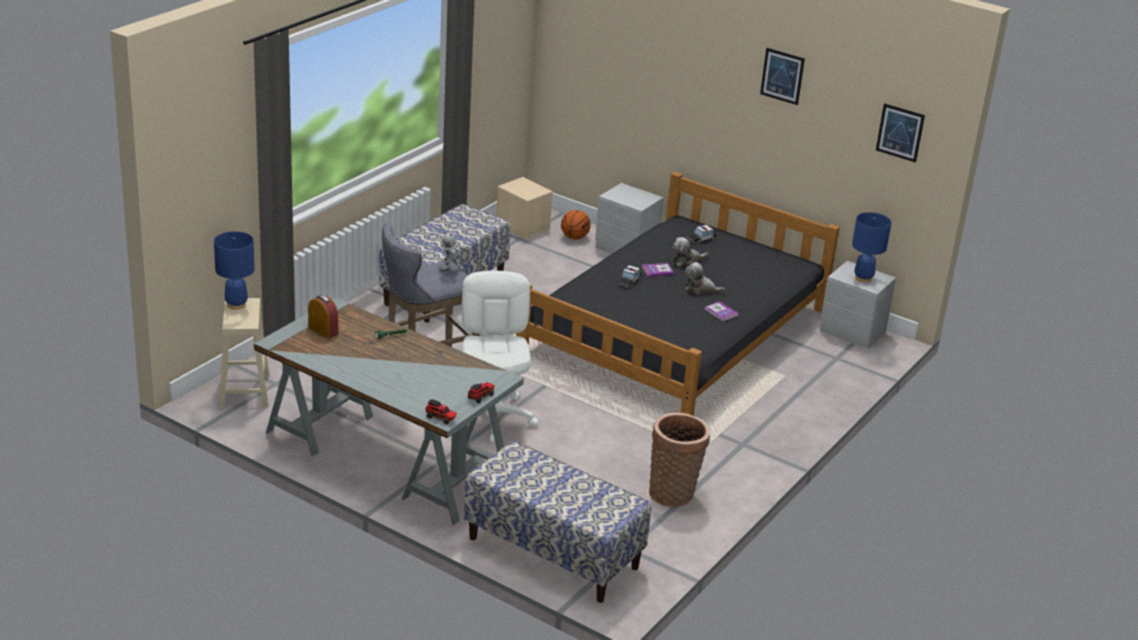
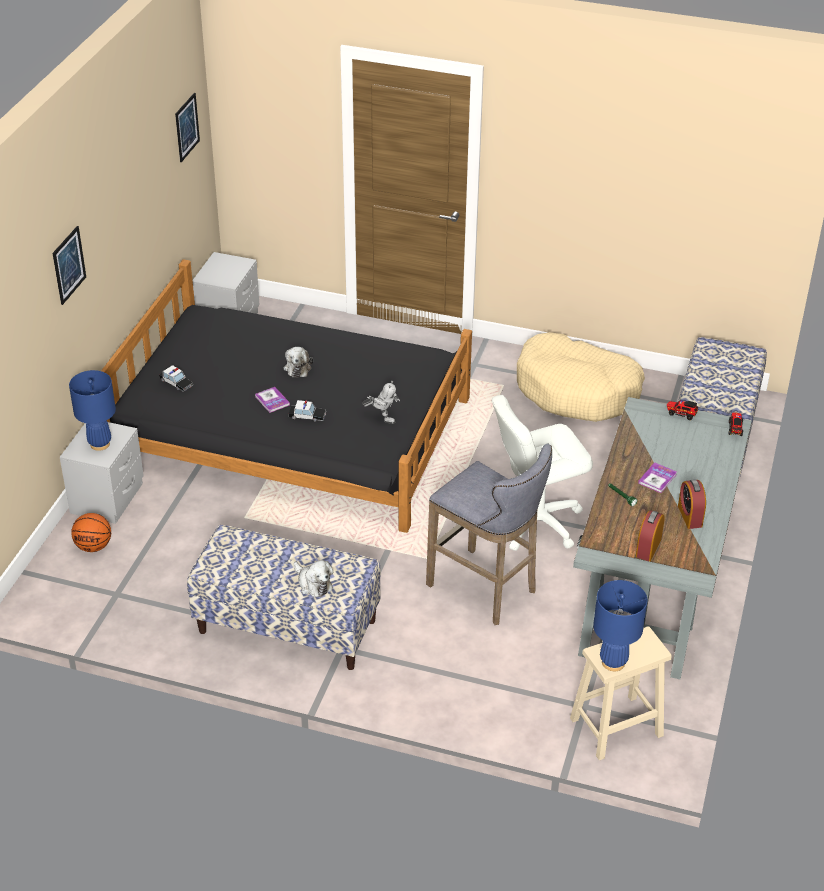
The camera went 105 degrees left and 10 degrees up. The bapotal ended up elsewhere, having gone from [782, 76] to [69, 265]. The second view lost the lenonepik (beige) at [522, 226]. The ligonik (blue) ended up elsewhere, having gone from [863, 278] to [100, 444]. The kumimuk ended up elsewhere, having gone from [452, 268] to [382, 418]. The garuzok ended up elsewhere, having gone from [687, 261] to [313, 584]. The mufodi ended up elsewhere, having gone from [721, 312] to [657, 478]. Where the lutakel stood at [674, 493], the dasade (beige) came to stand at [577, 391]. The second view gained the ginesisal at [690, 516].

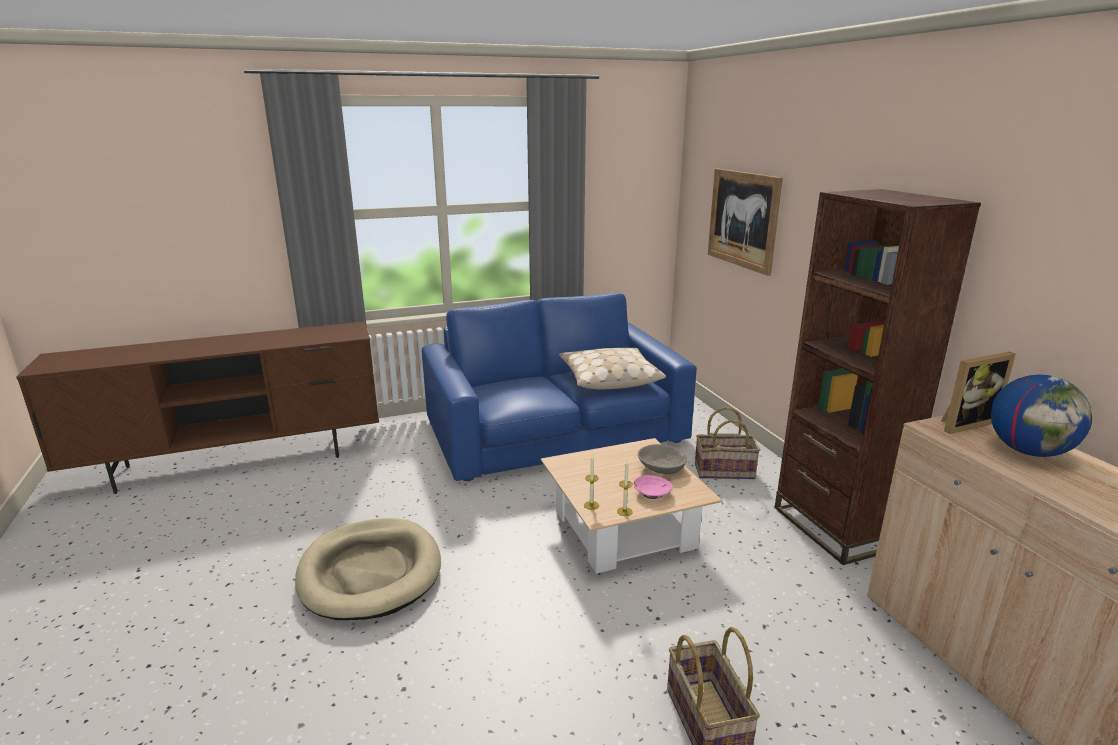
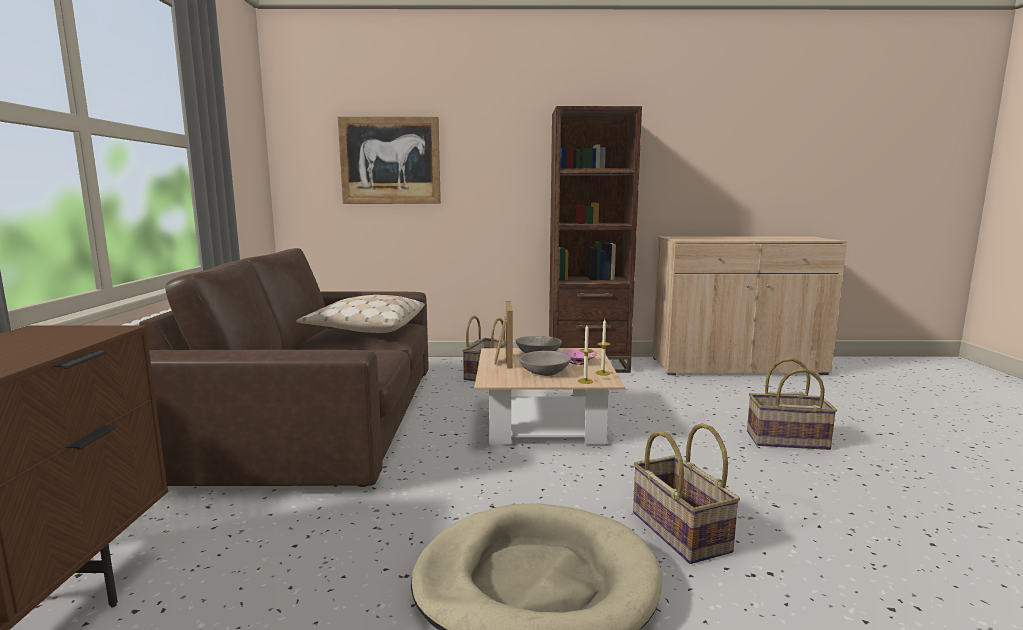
The camera went 70 degrees left and 10 degrees down. What was the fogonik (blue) at [555, 432] turned into the fogonik (brown) at [321, 419]. The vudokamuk ended up elsewhere, having gone from [963, 423] to [503, 361]. The second view lost the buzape at [1029, 451]. The second view gained the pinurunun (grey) at [545, 372]. The second view gained the lutakel at [678, 532].

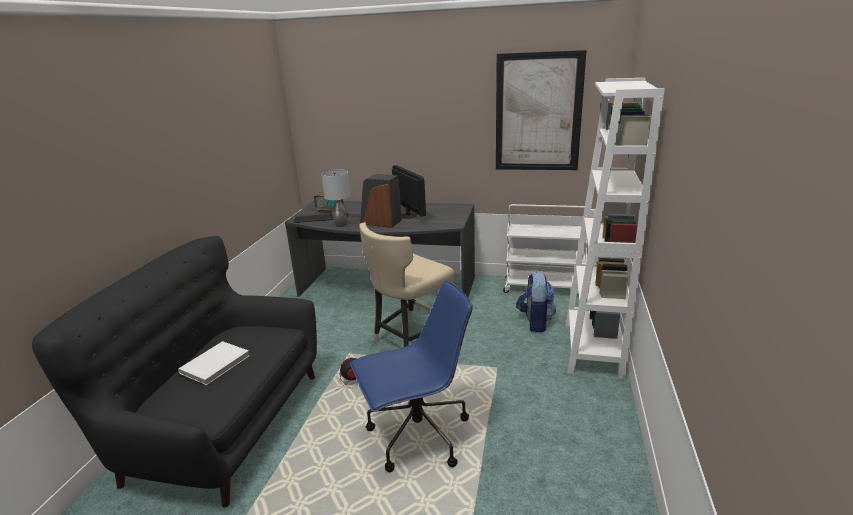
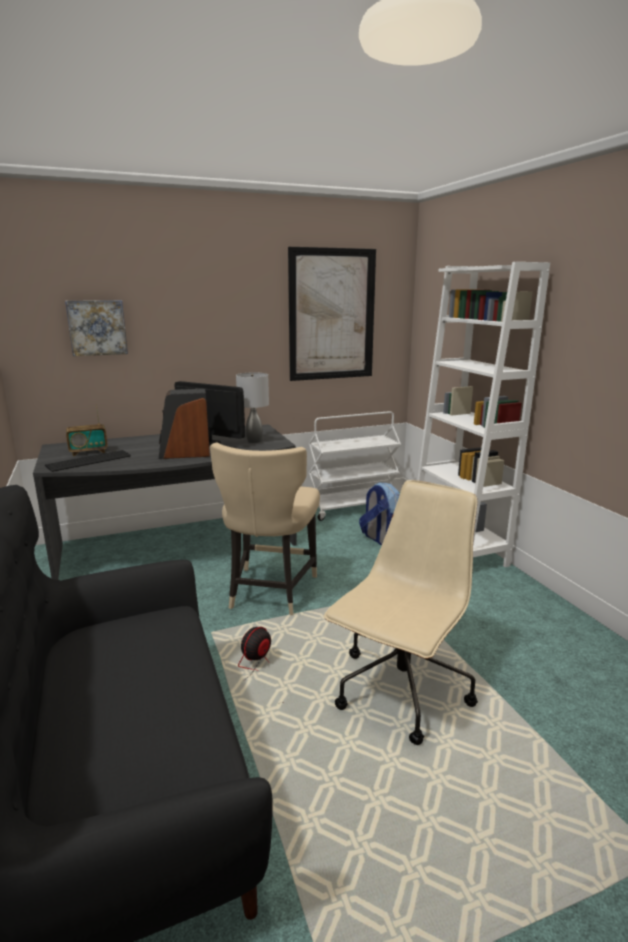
The camera went 35 degrees left and 5 degrees down. The ligonik (grey) ended up elsewhere, having gone from [341, 225] to [254, 440]. What was the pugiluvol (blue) at [417, 437] turned into the pugiluvol (beige) at [401, 692]. The second view lost the mufodi (white) at [216, 364]. The second view gained the bapotal at [97, 327].

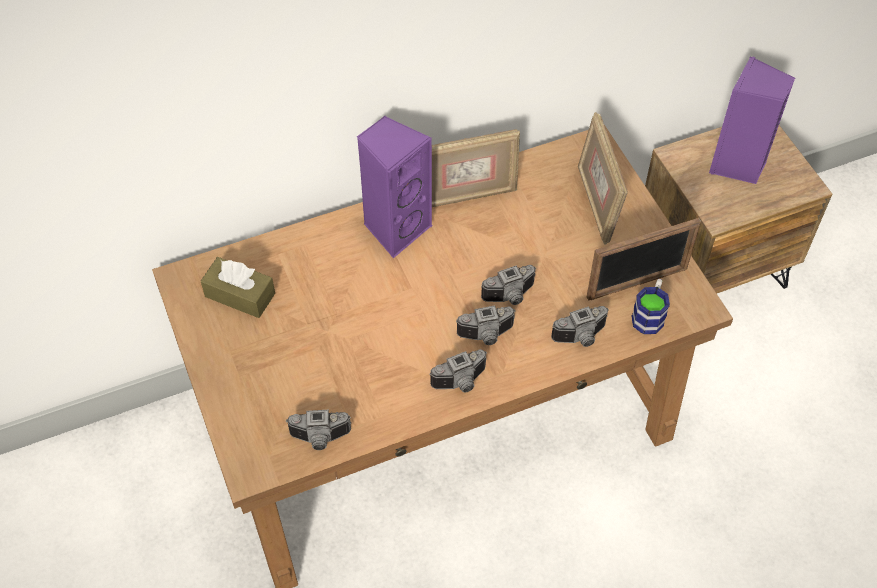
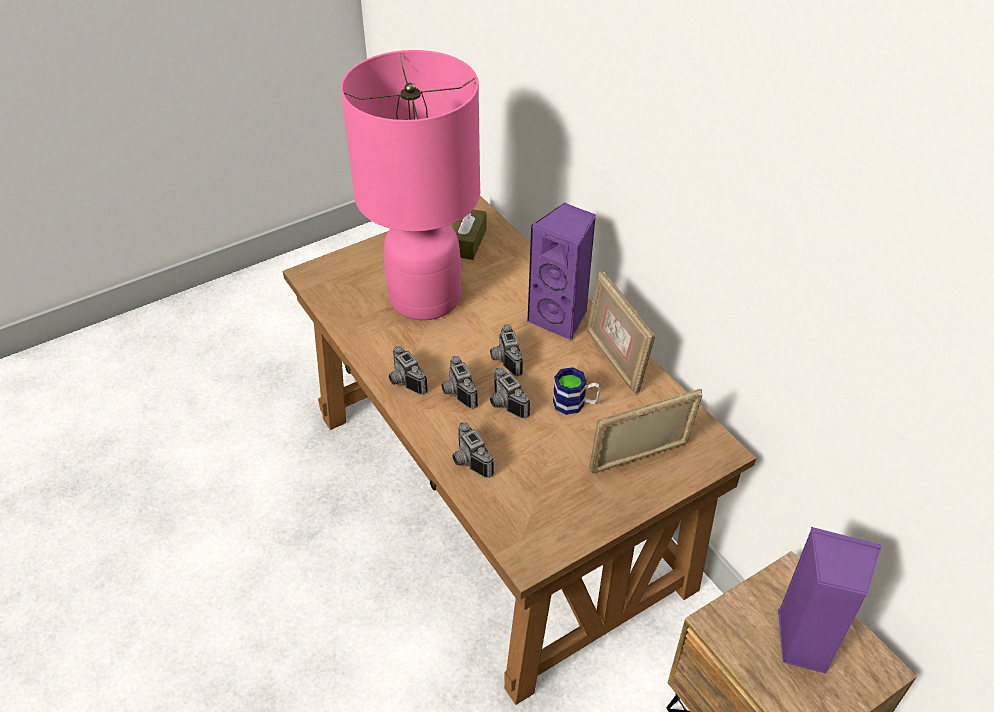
The camera went 80 degrees right and 10 degrees down. The second view lost the vudokamuk at [637, 283]. The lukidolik ended up elsewhere, having gone from [649, 315] to [575, 404]. The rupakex ended up elsewhere, having gone from [320, 439] to [504, 359]. The second view gained the ligonik (pink) at [425, 297].

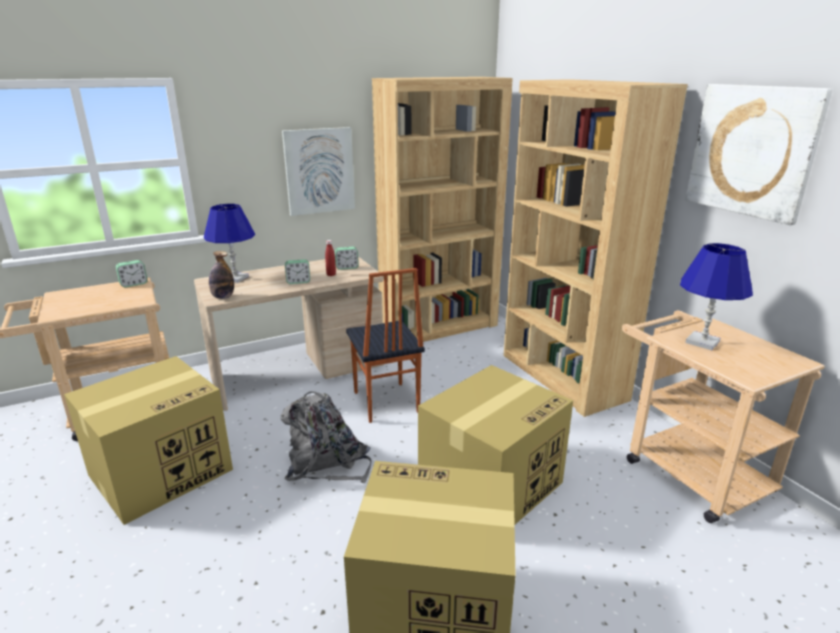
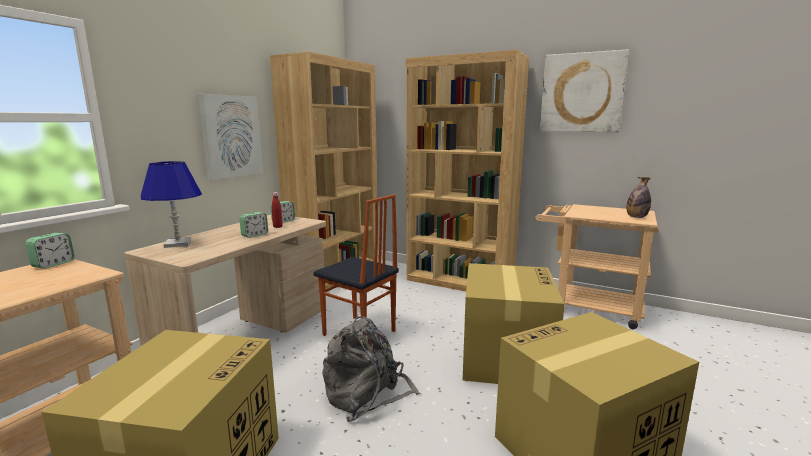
The camera went 35 degrees left and 10 degrees down. The second view lost the ligonik (blue) at [702, 342]. The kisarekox ended up elsewhere, having gone from [223, 297] to [636, 217].

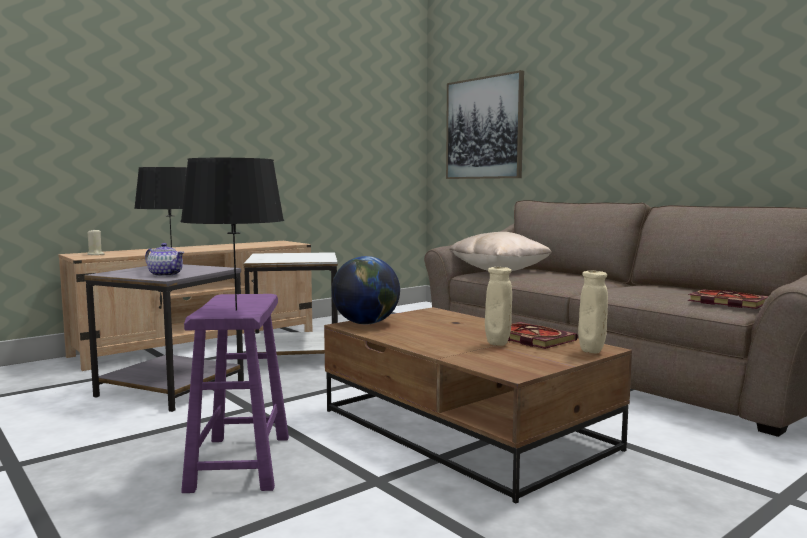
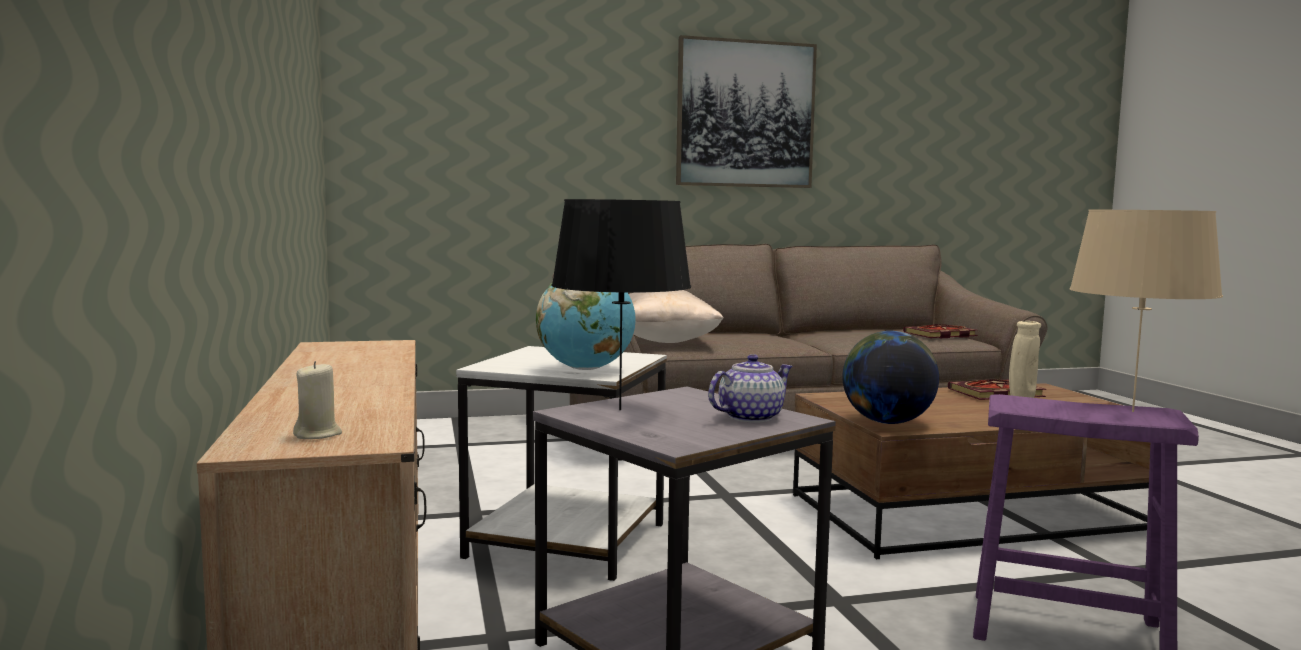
The camera went 65 degrees left and 0 degrees up. The bapotal ended up elsewhere, having gone from [484, 128] to [745, 114]. What was the ligonik (black) at [236, 310] turned into the ligonik (beige) at [1132, 411]. The second view lost the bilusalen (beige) at [591, 352]. The second view gained the buzape at [586, 369].

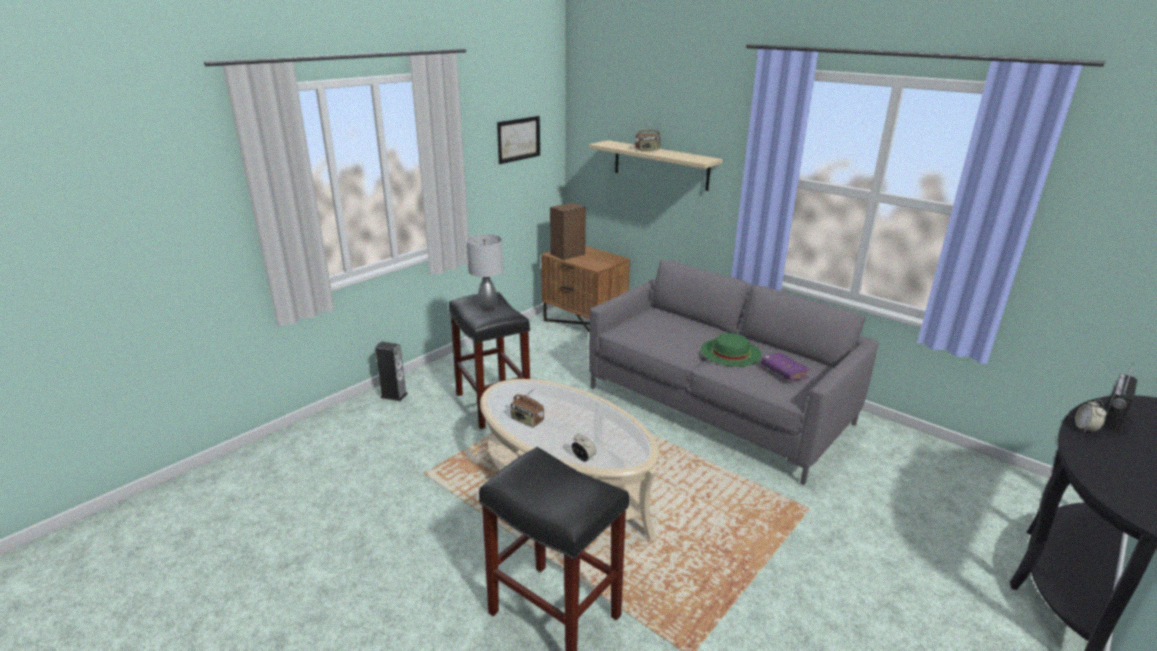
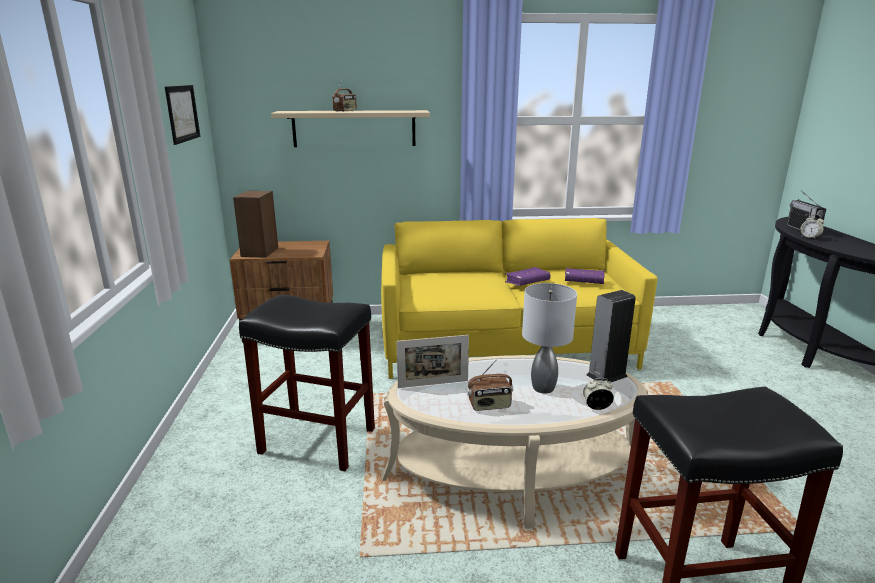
The camera went 45 degrees left and 5 degrees down. The ligonik (grey) ended up elsewhere, having gone from [488, 308] to [543, 387]. What was the fogonik (grey) at [717, 406] turned into the fogonik (yellow) at [505, 345]. Where the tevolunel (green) stood at [731, 352], the mufodi (purple) came to stand at [527, 282]. The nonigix ended up elsewhere, having gone from [394, 395] to [606, 375]. The second view gained the vudokamuk at [433, 384].

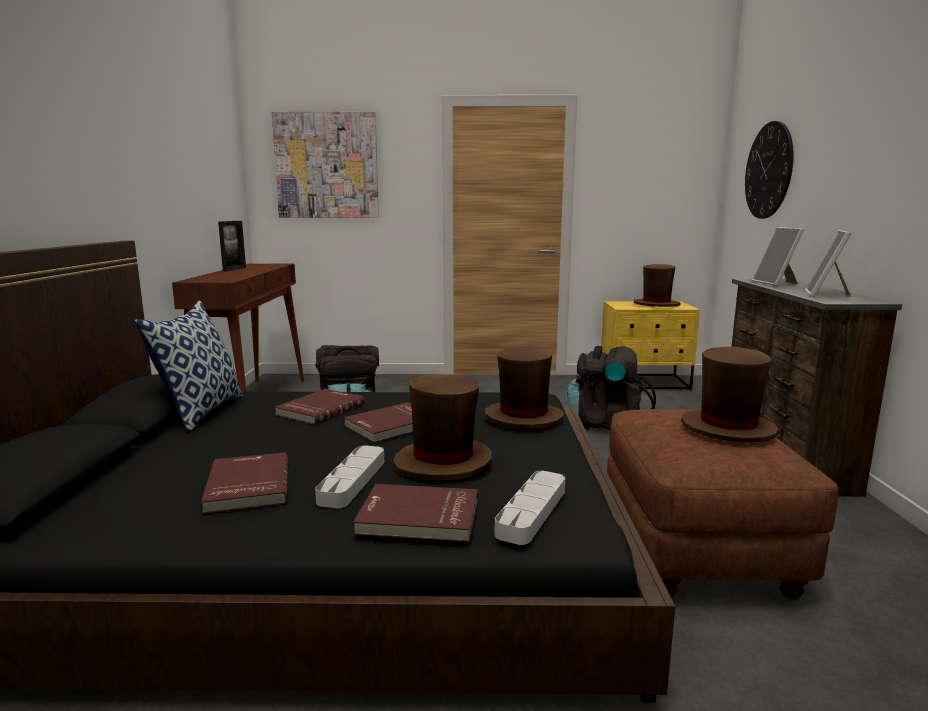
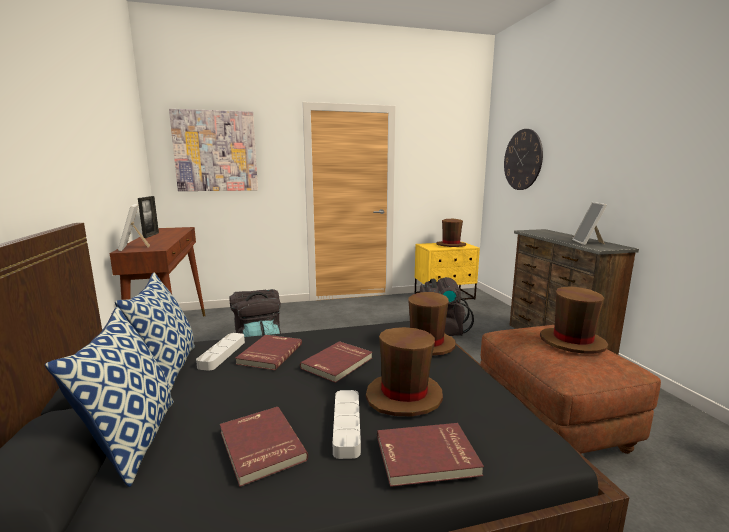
The camera went 15 degrees left and 0 degrees up. The vudokamuk ended up elsewhere, having gone from [776, 283] to [134, 247]. The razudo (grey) ended up elsewhere, having gone from [532, 511] to [222, 354]. The second view gained the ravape at [132, 440].

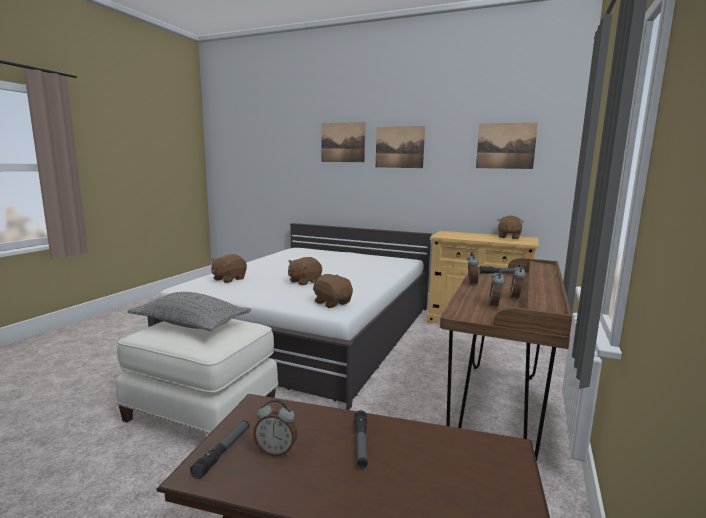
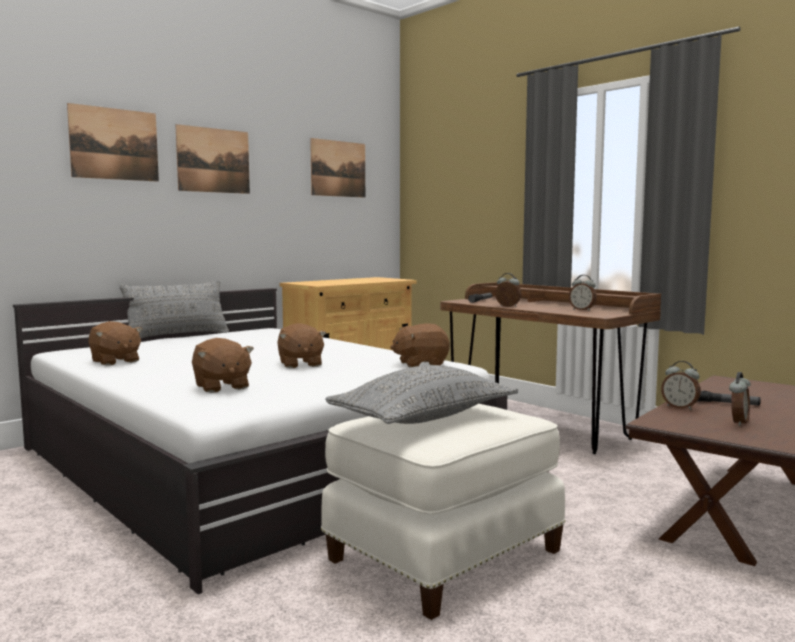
The camera went 65 degrees left and 5 degrees down. The garuzok (brown) ended up elsewhere, having gone from [508, 237] to [115, 361]. The ginesisal ended up elsewhere, having gone from [516, 298] to [680, 407]. The second view lost the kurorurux at [223, 452]. The second view gained the ravape (grey) at [177, 336].

